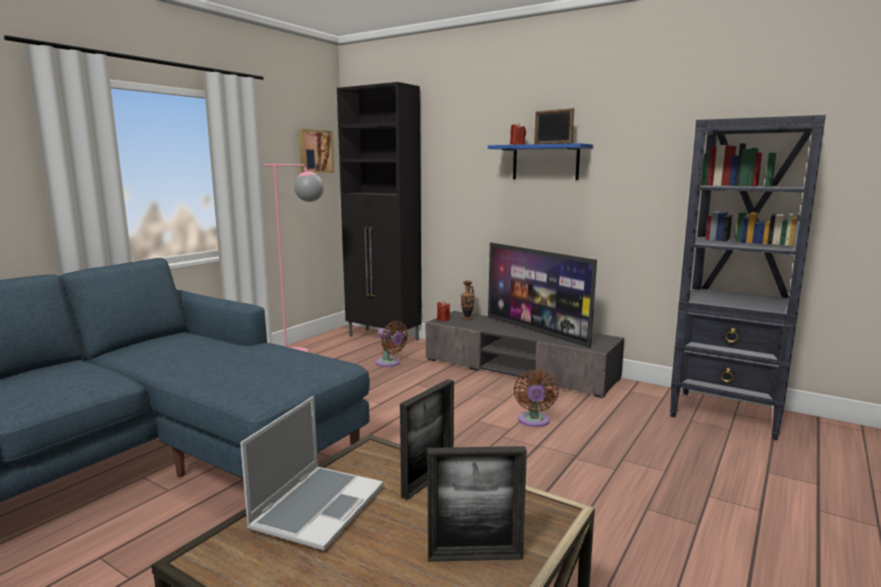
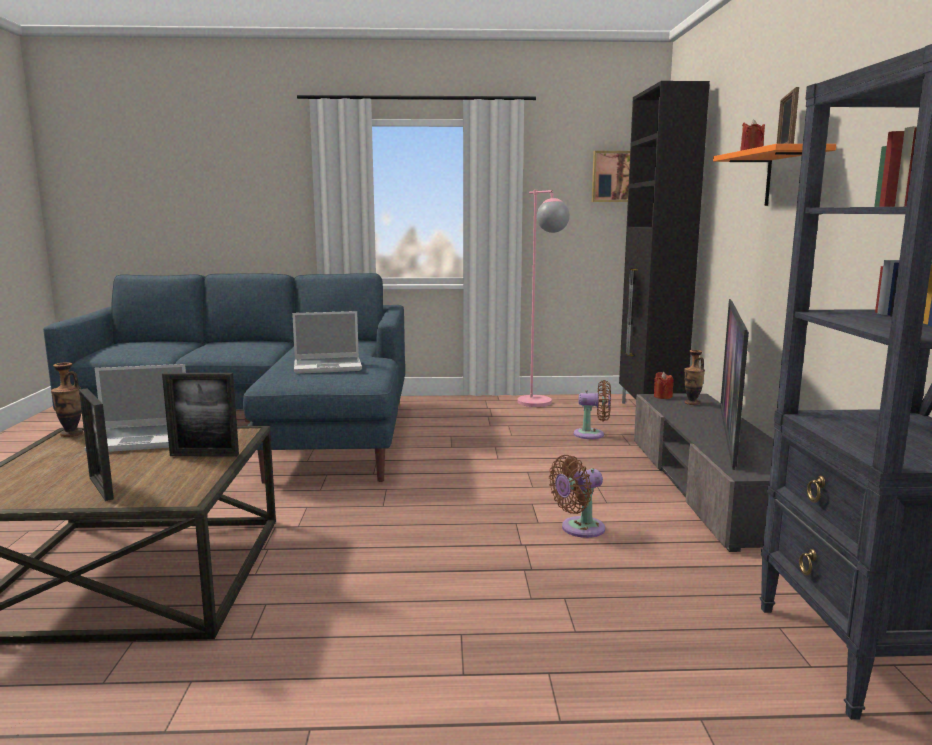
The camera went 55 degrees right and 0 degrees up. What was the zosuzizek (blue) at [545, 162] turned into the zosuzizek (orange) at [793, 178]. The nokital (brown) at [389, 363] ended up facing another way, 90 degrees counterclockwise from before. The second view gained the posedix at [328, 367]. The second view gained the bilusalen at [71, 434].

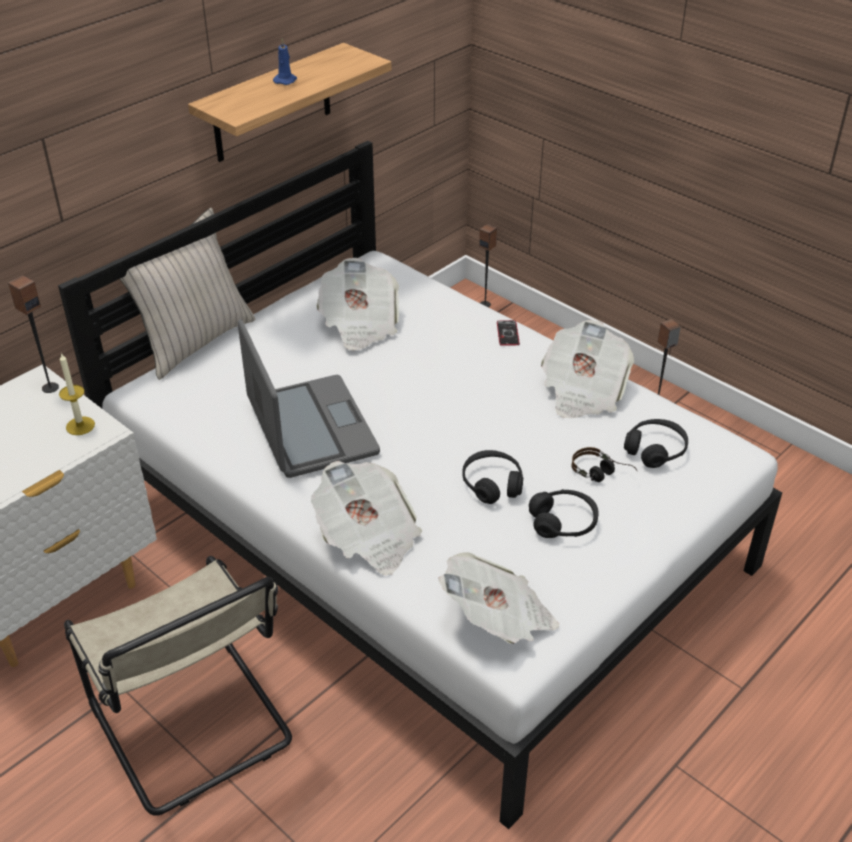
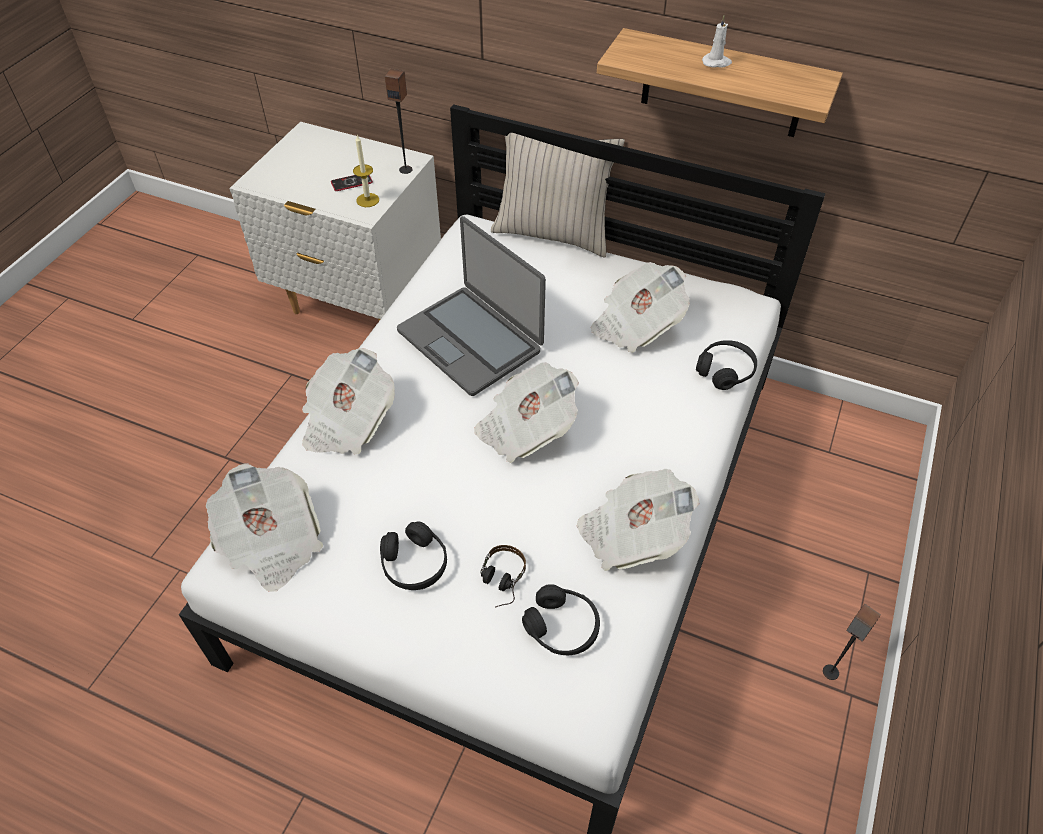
The camera went 70 degrees right and 10 degrees up. What was the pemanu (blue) at [285, 80] turned into the pemanu (white) at [716, 62]. The second view lost the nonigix at [485, 304]. The posedix at [310, 428] ended up facing another way, 90 degrees clockwise from before. The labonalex ended up elsewhere, having gone from [507, 333] to [351, 182]. The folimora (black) ended up elsewhere, having gone from [492, 484] to [725, 371]. The second view lost the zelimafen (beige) at [194, 728]. The second view gained the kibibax at [525, 429].

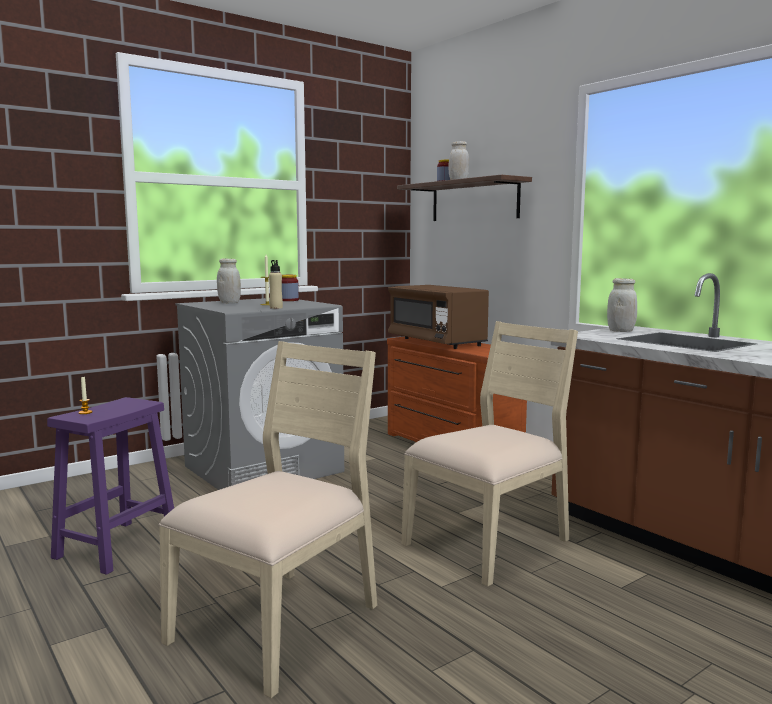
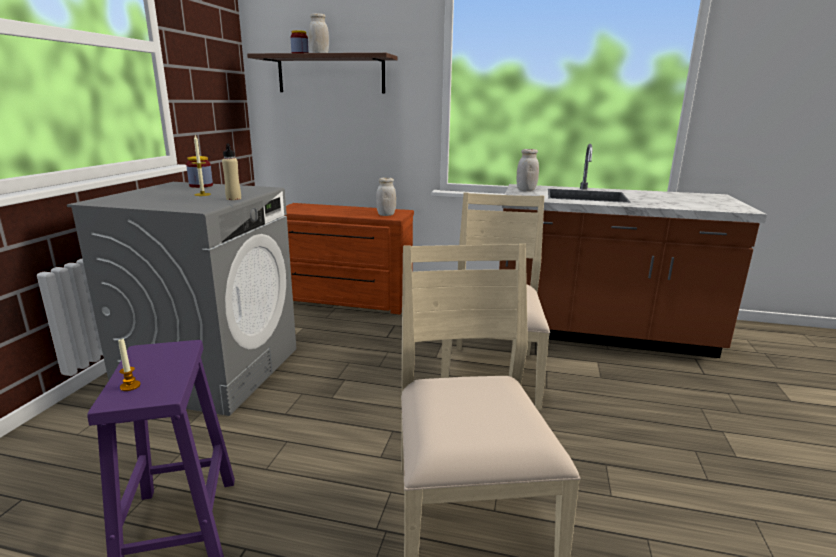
The camera went 40 degrees left and 10 degrees up. The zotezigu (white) ended up elsewhere, having gone from [229, 303] to [386, 214]. The second view lost the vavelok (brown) at [436, 342].

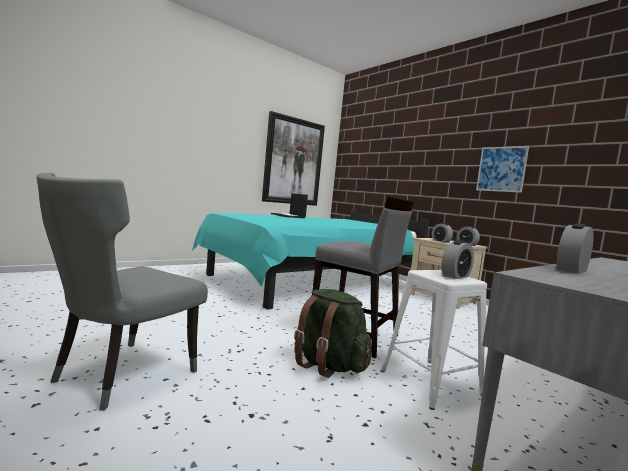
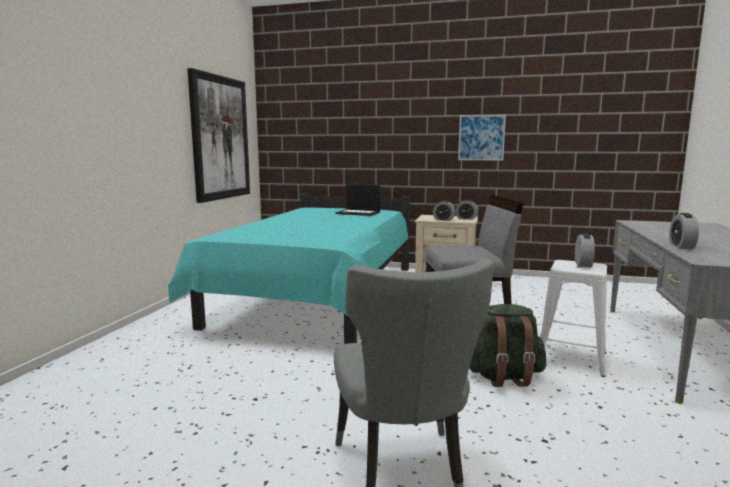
The camera went 35 degrees left and 5 degrees up. The posedix ended up elsewhere, having gone from [288, 216] to [358, 213].

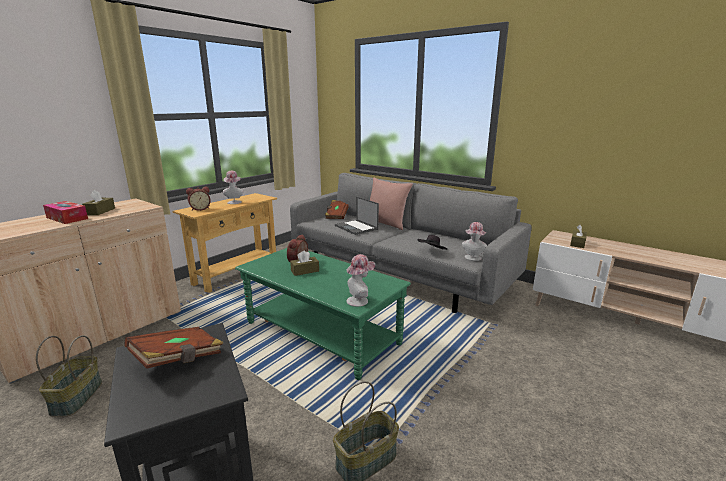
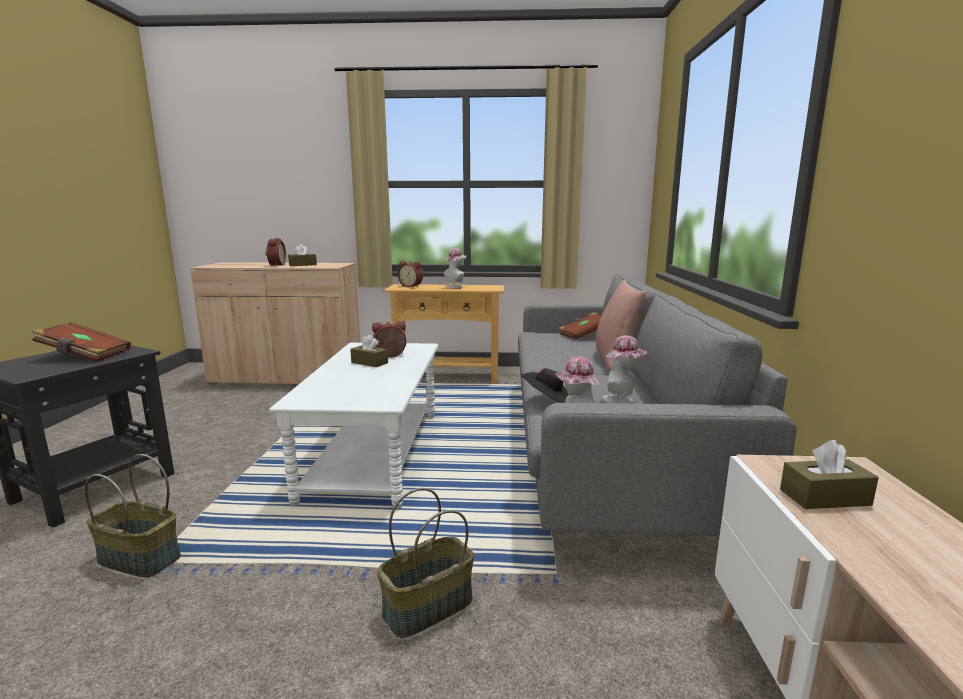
The camera went 55 degrees right and 5 degrees down. The second view lost the posedix at [356, 227]. Where the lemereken stood at [67, 218], the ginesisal came to stand at [276, 265]. What was the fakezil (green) at [321, 333] turned into the fakezil (white) at [374, 453]. The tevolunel ended up elsewhere, having gone from [360, 300] to [621, 400]. The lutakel ended up elsewhere, having gone from [77, 398] to [428, 608].

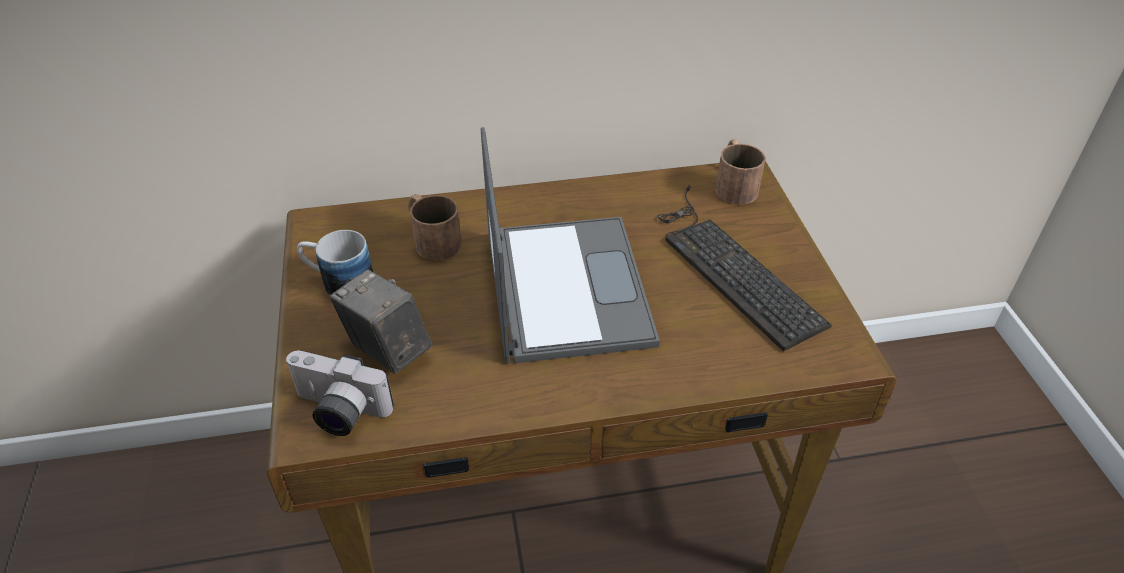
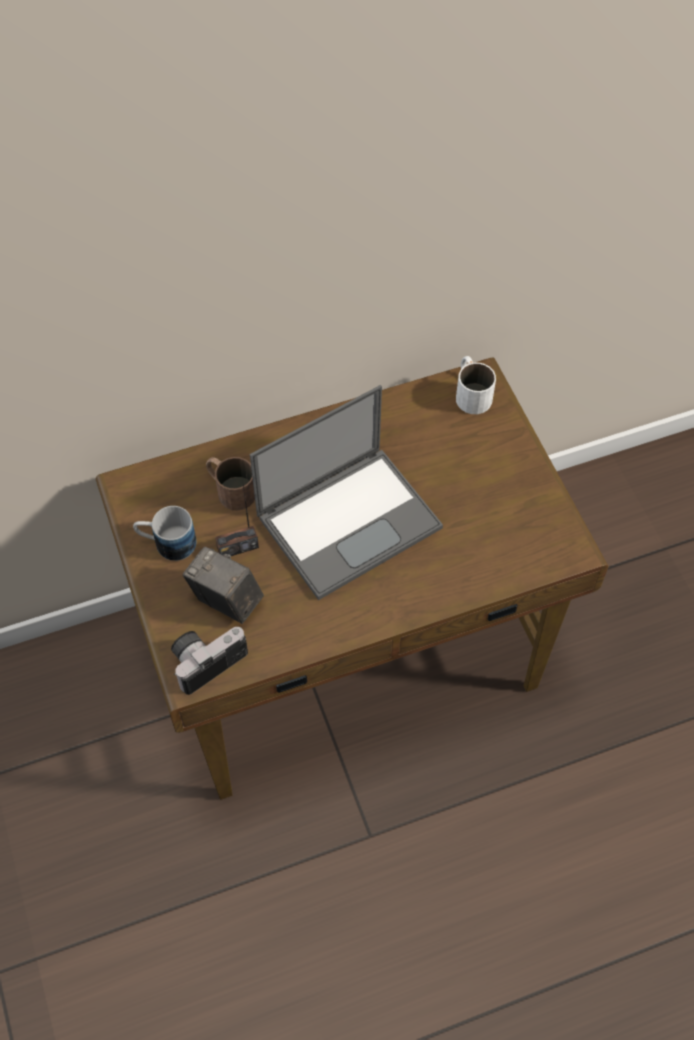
The camera went 10 degrees left and 15 degrees up. The posedix at [566, 286] ended up facing another way, 75 degrees clockwise from before. What was the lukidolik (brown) at [733, 184] turned into the lukidolik (white) at [470, 392]. The second view lost the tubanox at [730, 266]. The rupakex at [337, 412] ended up facing another way, 135 degrees clockwise from before. The second view gained the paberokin at [237, 547].

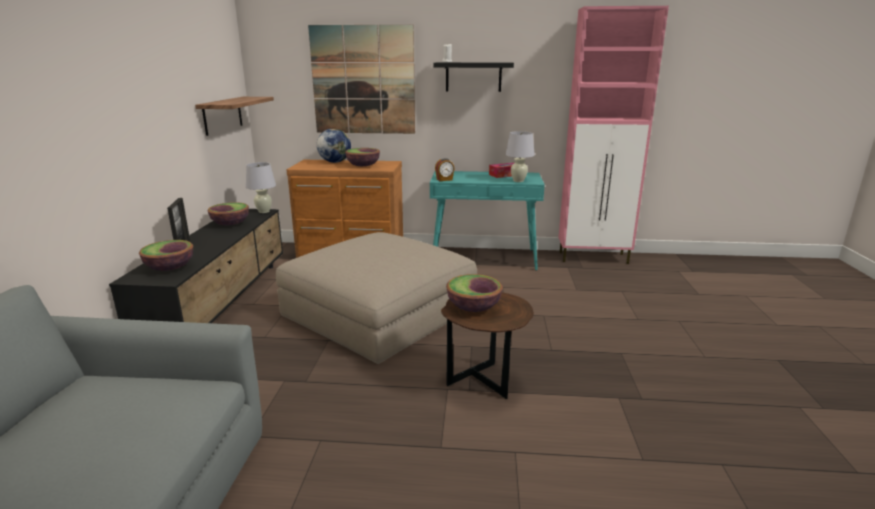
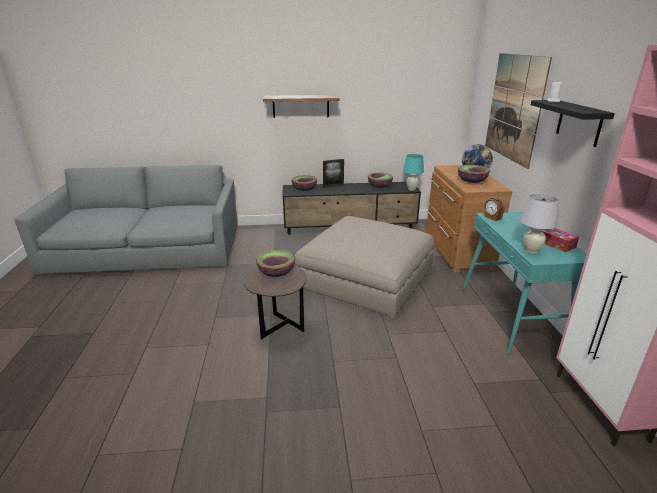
The camera went 80 degrees right and 5 degrees up. The zosuzizek ended up elsewhere, having gone from [222, 115] to [301, 106]. What was the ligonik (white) at [264, 211] turned into the ligonik (turquoise) at [411, 189].

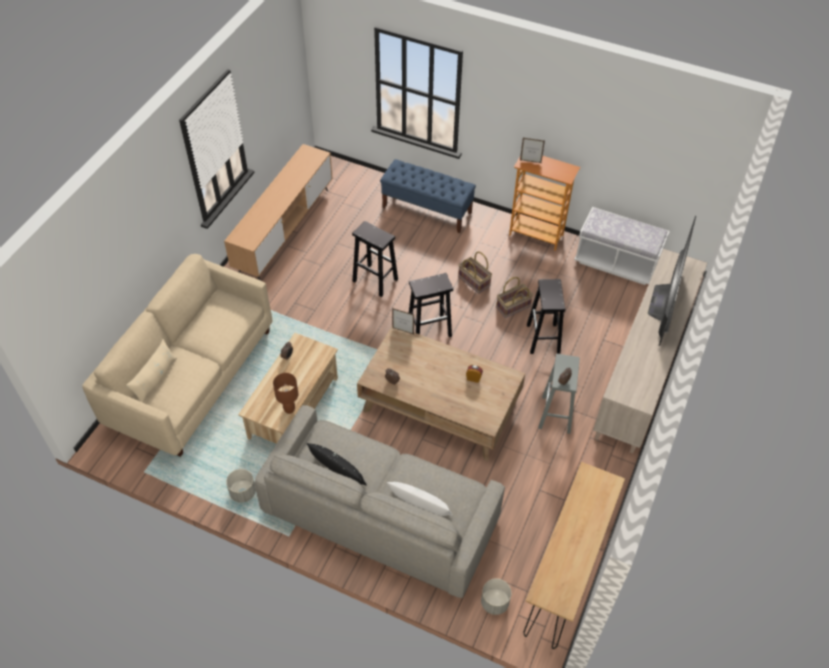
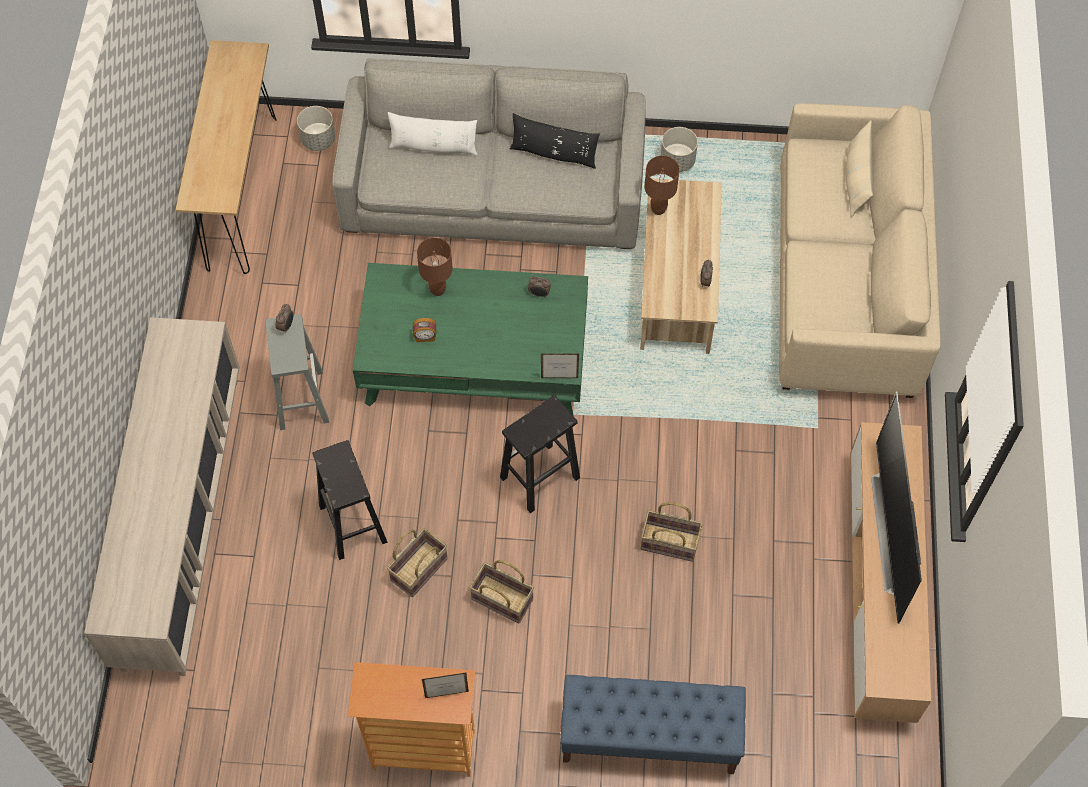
The camera went 160 degrees right and 10 degrees up. The second view lost the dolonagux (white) at [616, 263]. The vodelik ended up elsewhere, having gone from [664, 302] to [894, 532]. Where the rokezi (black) stood at [374, 280], the lutakel came to stand at [670, 542]. What was the fakezil (brown) at [439, 405] turned into the fakezil (green) at [475, 358]. The second view gained the ligonik (brown) at [438, 289].

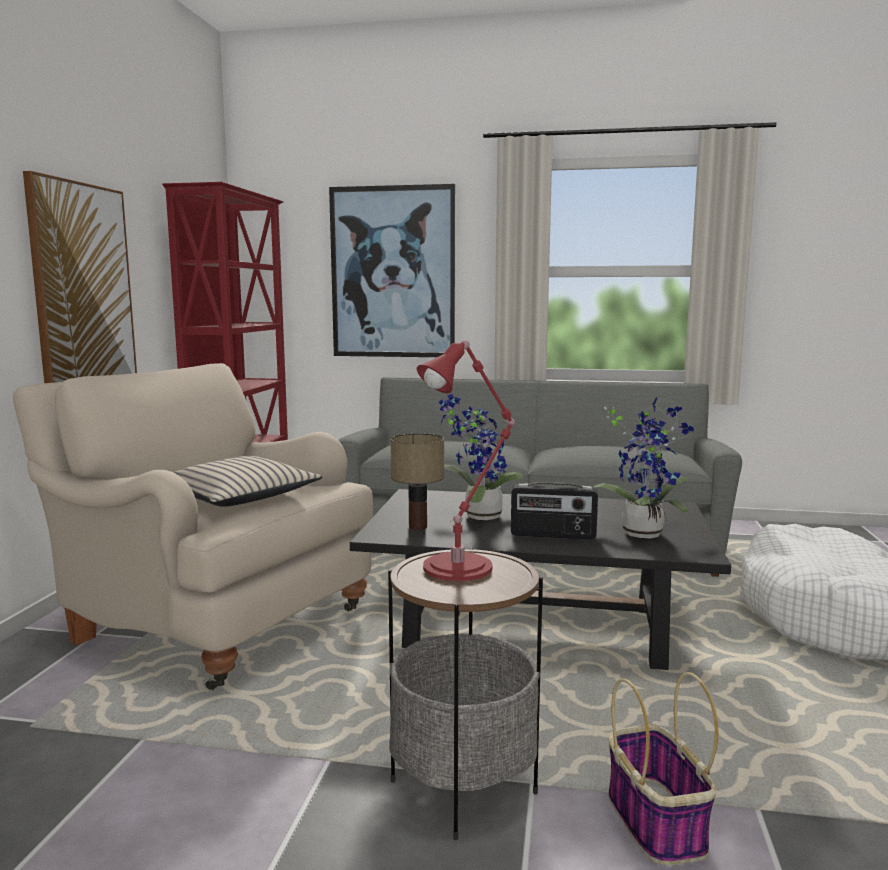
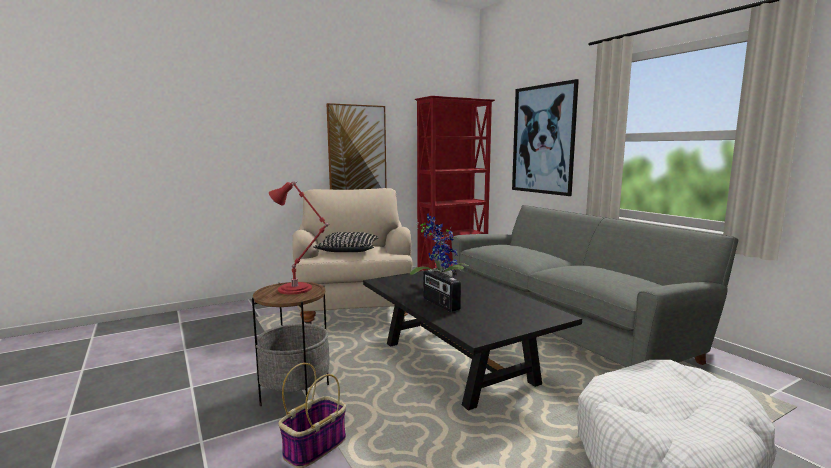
The camera went 50 degrees right and 0 degrees up. The second view lost the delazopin at [644, 532]. The second view lost the ligonik at [419, 527]. What was the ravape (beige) at [238, 497] turned into the ravape (black) at [348, 250].

